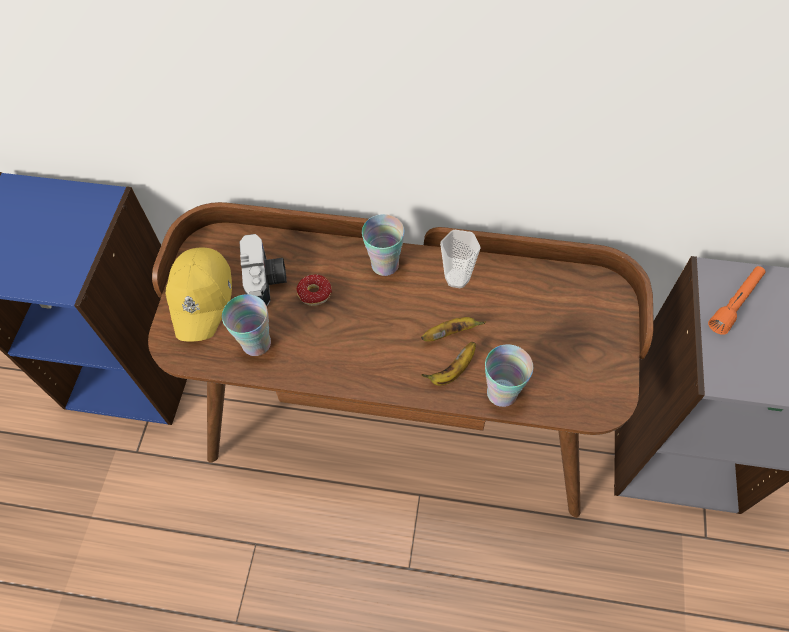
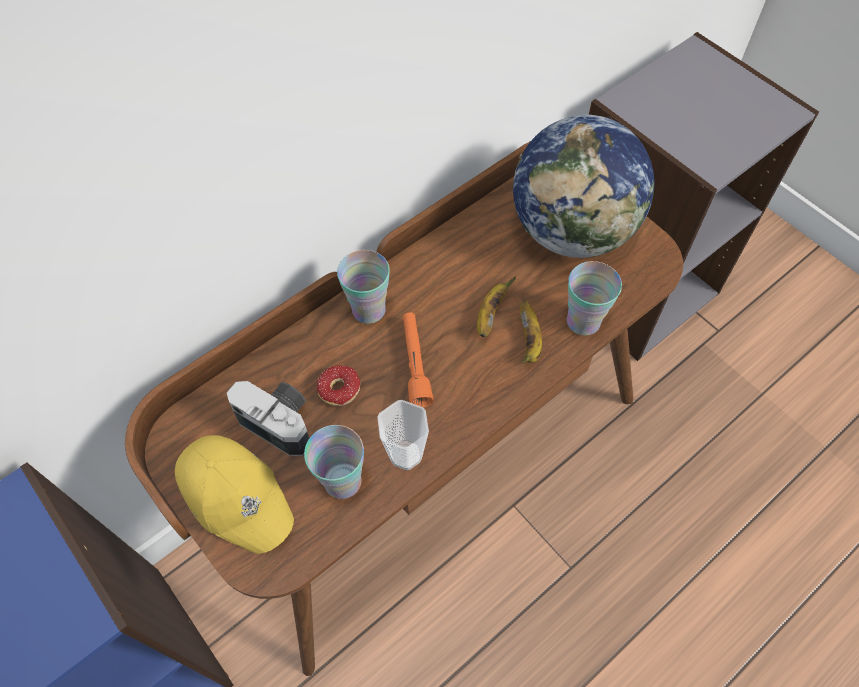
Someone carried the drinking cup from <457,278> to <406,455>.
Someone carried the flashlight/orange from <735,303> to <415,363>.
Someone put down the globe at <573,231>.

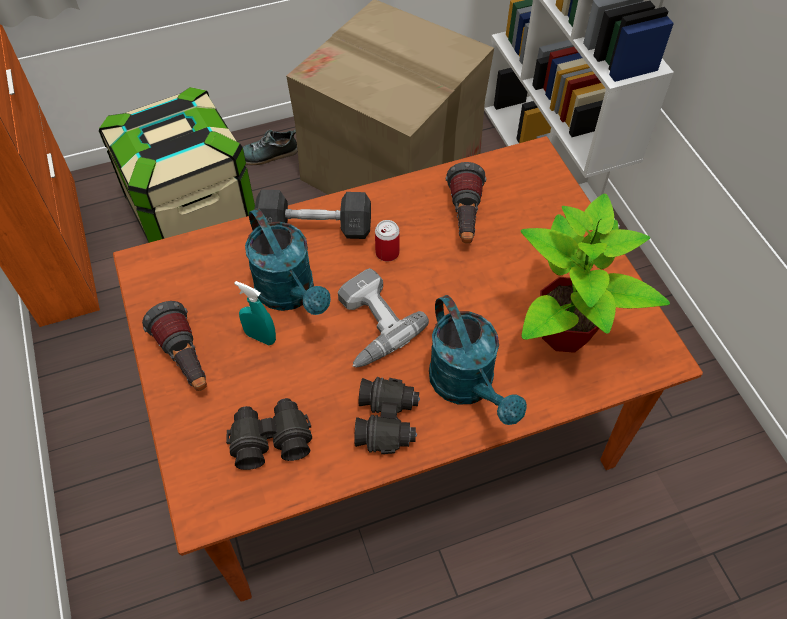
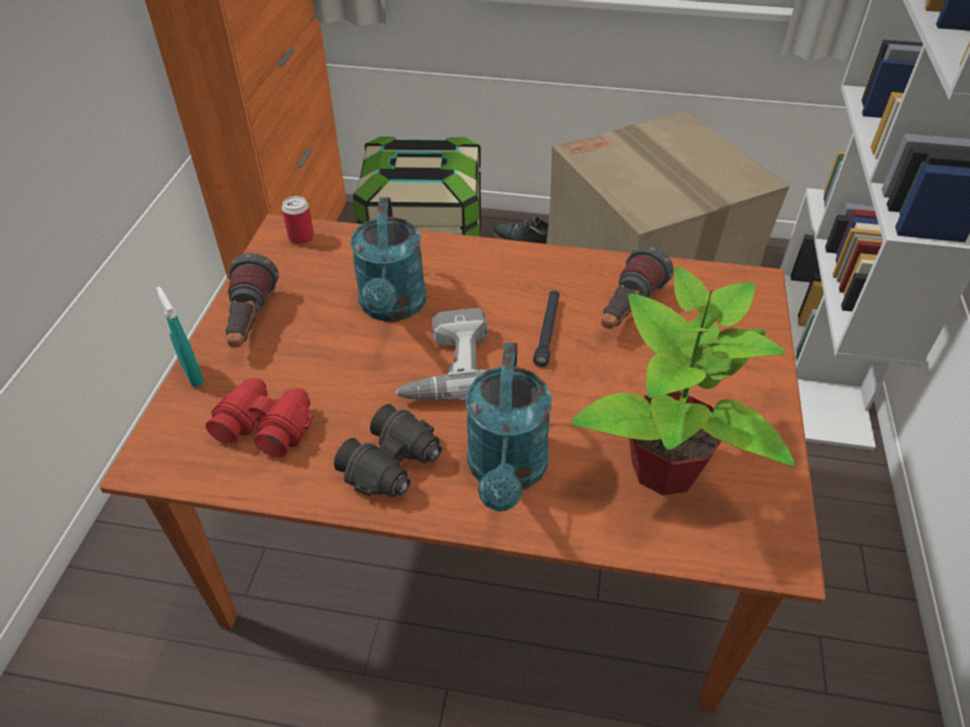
Someone carried the hand sprayer/turquoise-coloured from <260,337> to <193,375>.
Someone repainted the pair of binoculars/black-coloured at <270,439>, which became the pair of binoculars/red at <266,425>.
Someone carried the can from <387,253> to <301,238>.
Someone put down the flashlight/black-coloured at <547,331>.
Someone took away the dumbbell/greyish at <315,228>.

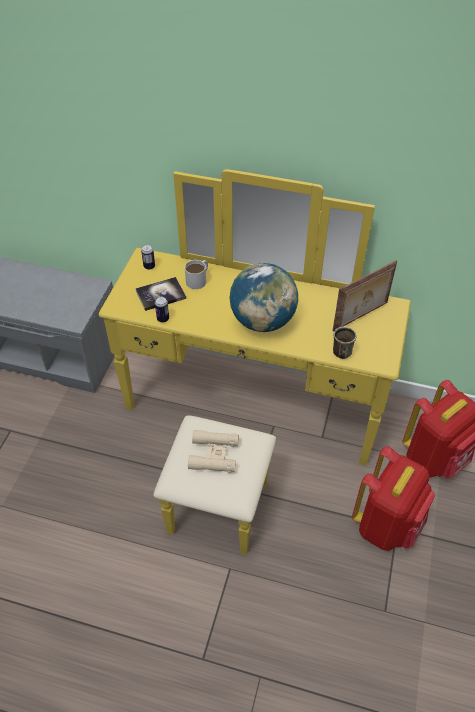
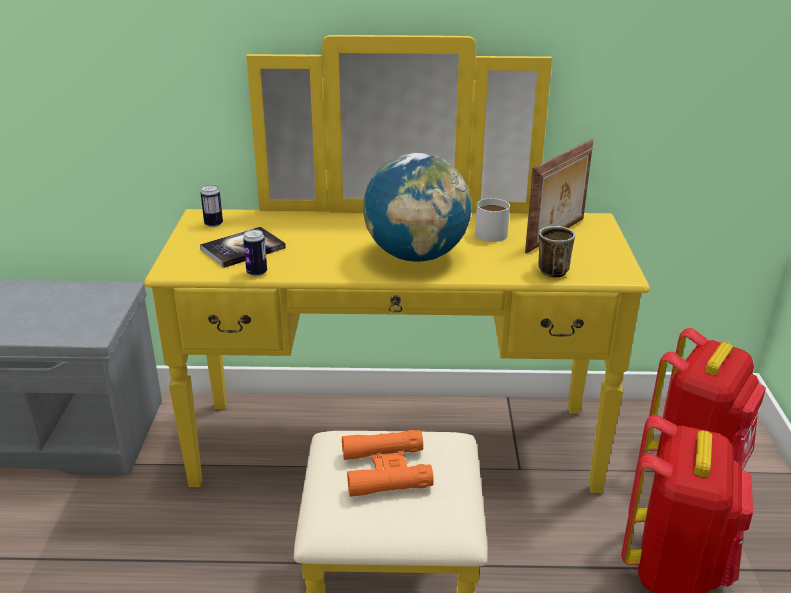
Someone repainted the pair of binoculars/beige at <214,454>, which became the pair of binoculars/orange at <386,470>.
Someone carried the coffee mug/white-coloured from <198,279> to <493,231>.

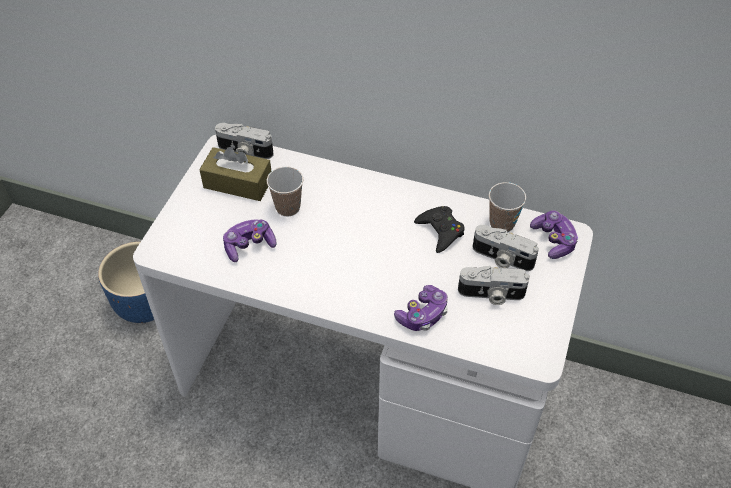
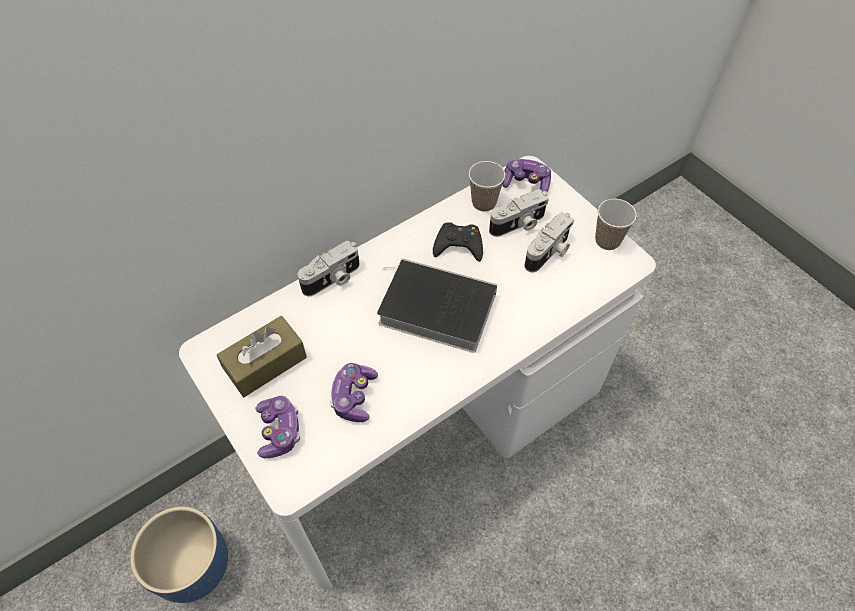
Someone carried the game controller from <423,314> to <279,431>.
Someone carried the photo camera from <244,151> to <333,279>.
Someone put down the book at <433,309>.
Someone carried the drinking cup from <288,207> to <607,240>.

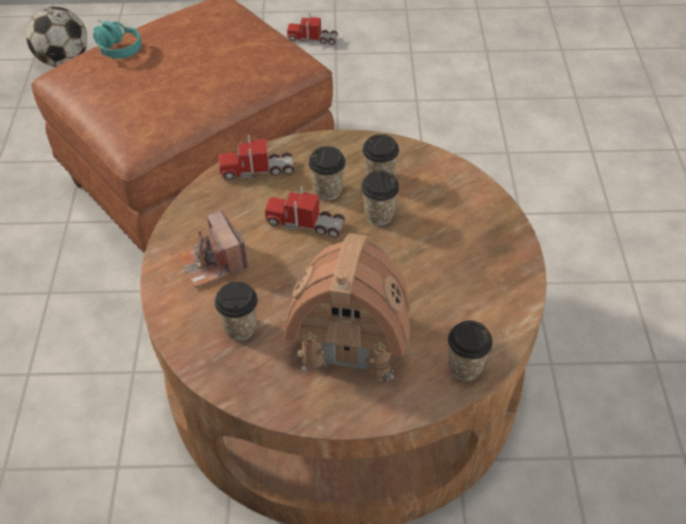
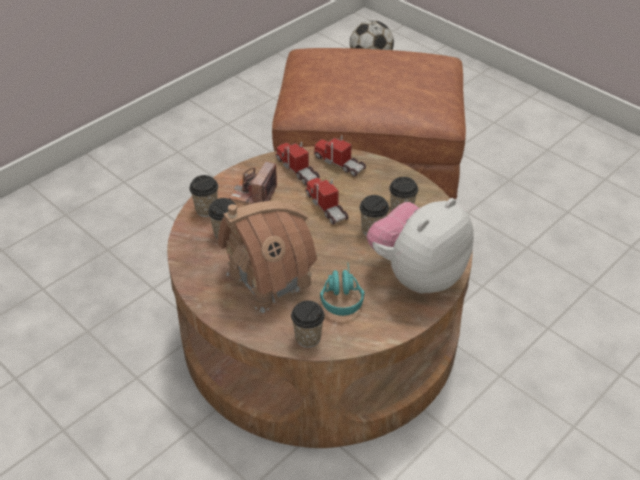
Someone carried the drinking cup from <327,190> to <206,210>.
Someone carried the toy lorry from <312,39> to <297,169>.
Someone carried the headset/turquoise-coloured from <114,46> to <341,294>.
Someone put down the soft toy at <417,275>.

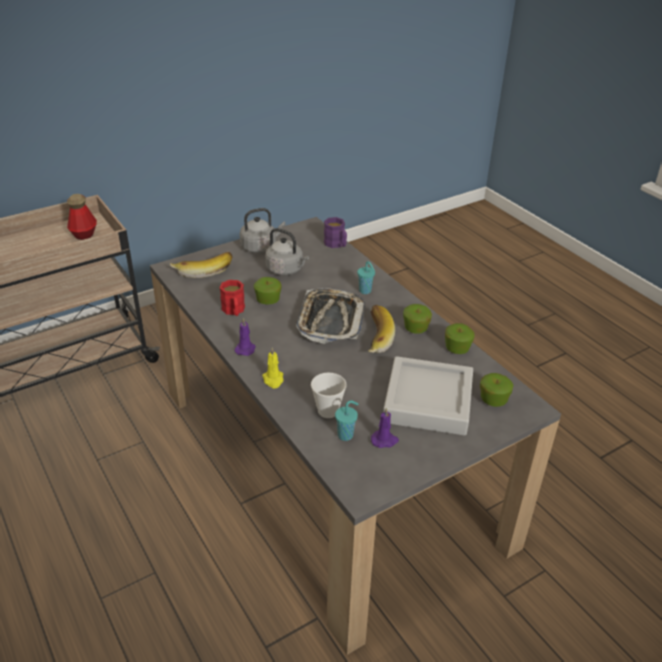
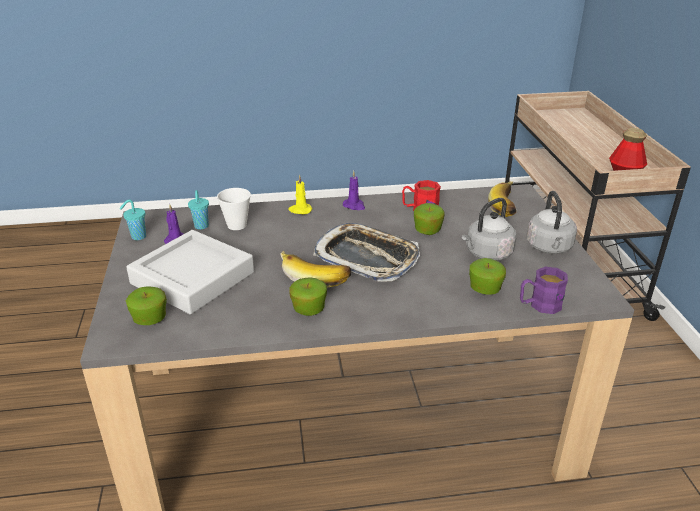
Someone carried the drinking cup/turquoise-coloured from <365,291> to <137,237>.
Someone carried the apple fruit from <457,349> to <485,289>.

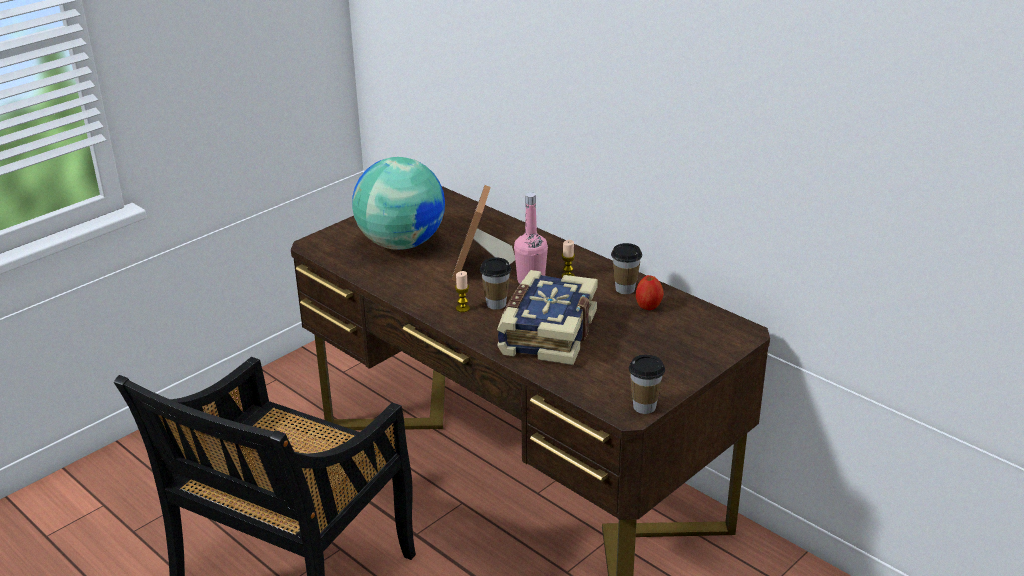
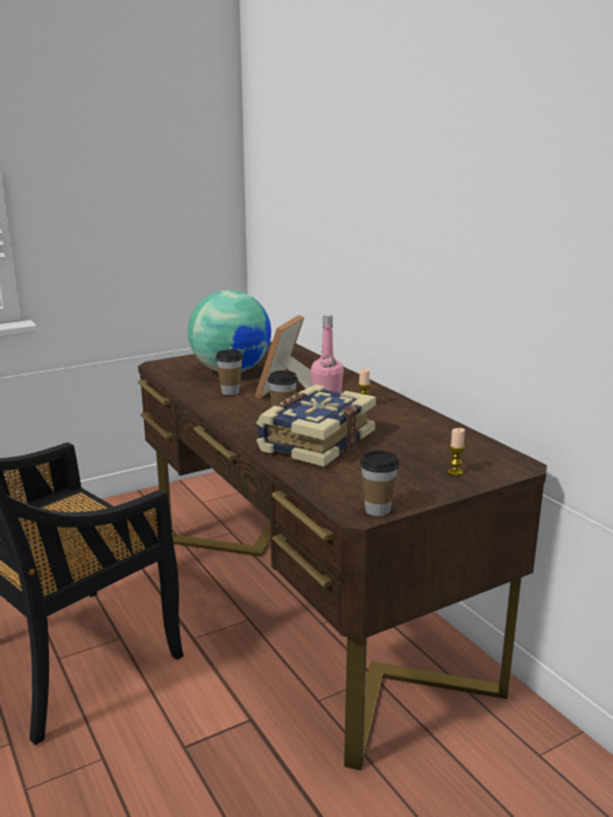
Someone carried the drinking cup from <625,289> to <230,392>.
Someone carried the candle from <462,308> to <455,472>.
Someone took away the apple fruit at <648,306>.

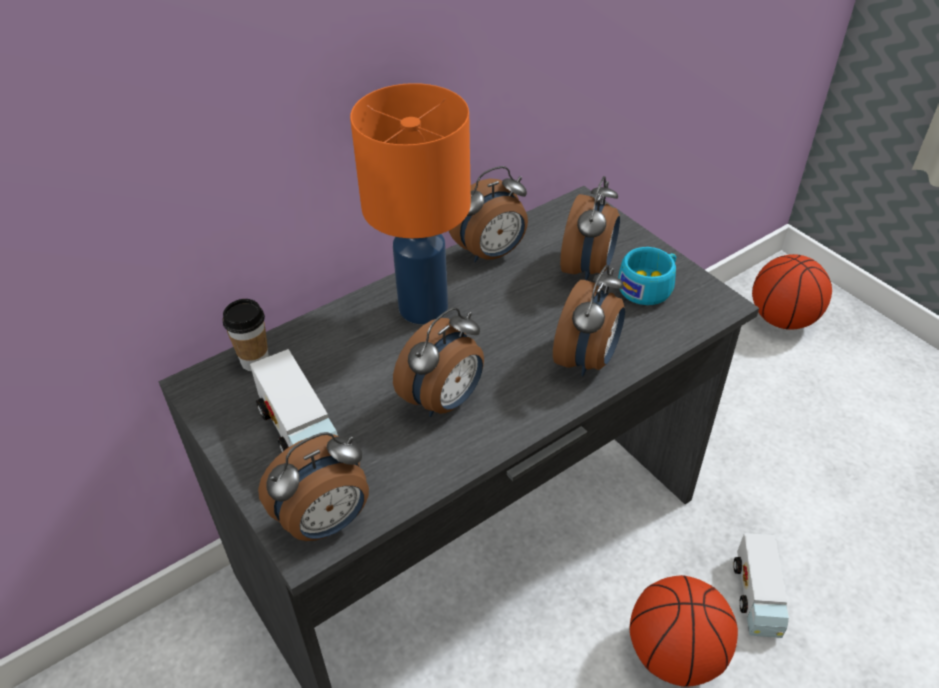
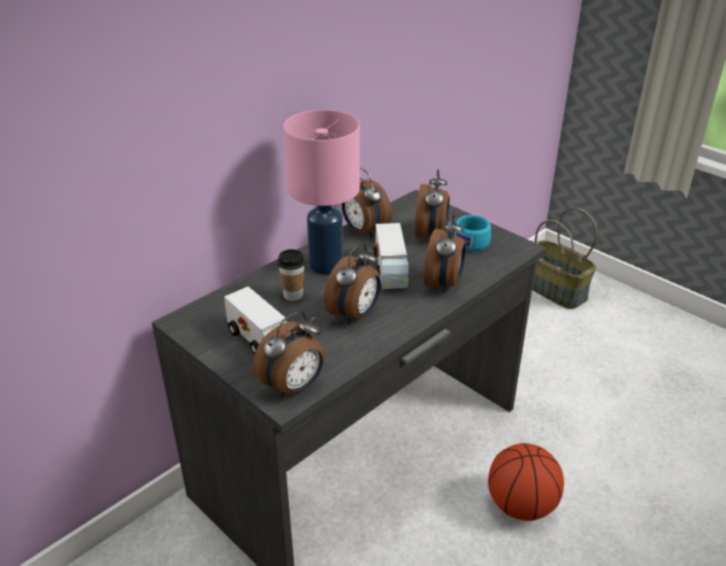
Someone carried the drinking cup from <255,361> to <293,295>.
Someone repainted the tabletop lamp/orange at <421,308>, which became the tabletop lamp/pink at <325,265>.
Someone rotated the table clock at <491,253> by 90 degrees clockwise.
Someone carried the toy lorry from <757,596> to <391,271>.
Someone swapped the basketball at <782,319> for the storage basket at <553,290>.

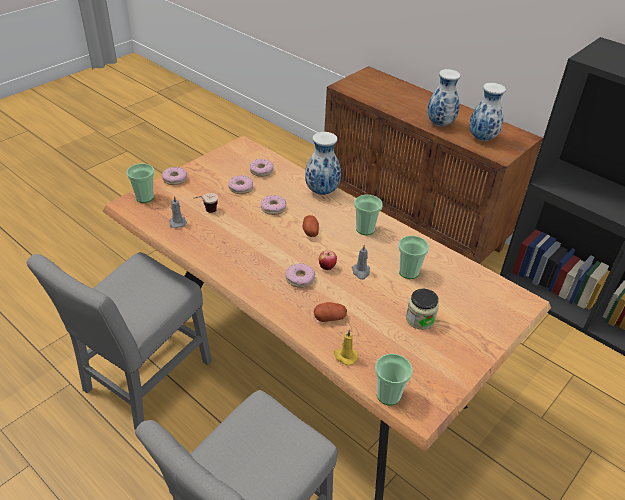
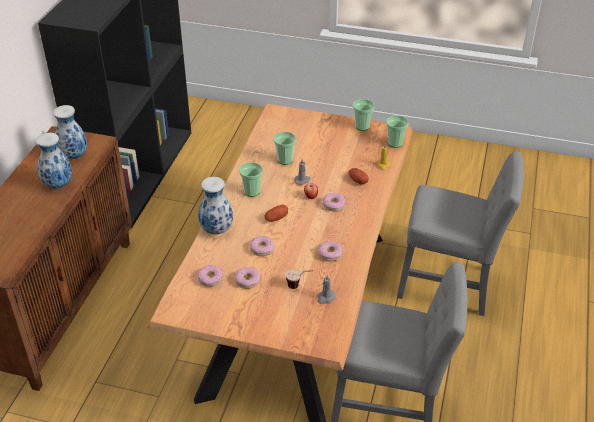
Someone carried the donut from <175,179> to <330,254>.
Someone carried the drinking cup from <144,197> to <362,126>.
Someone took away the storage jar at <420,319>.

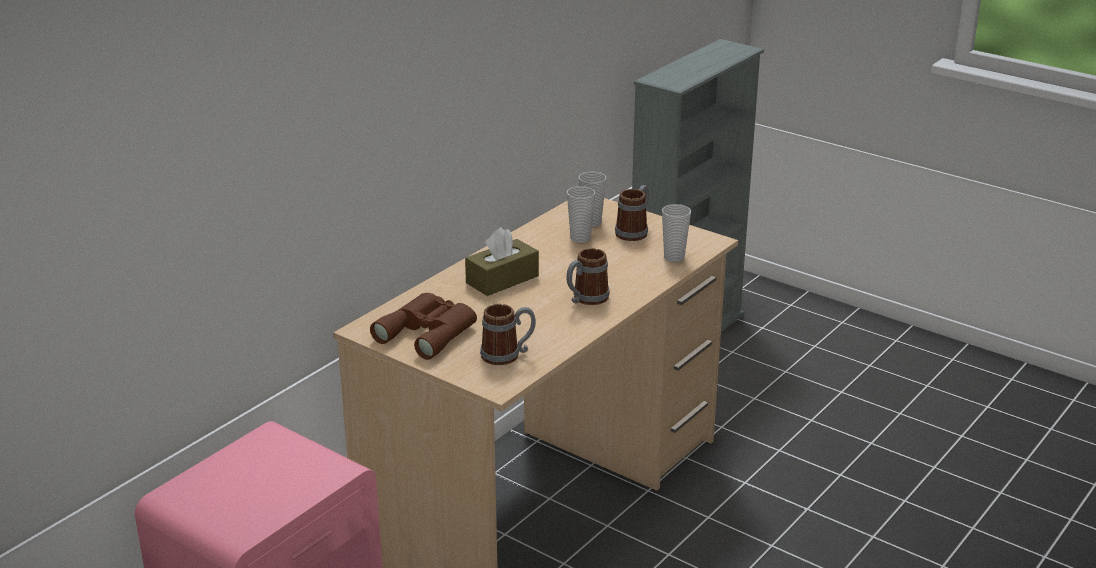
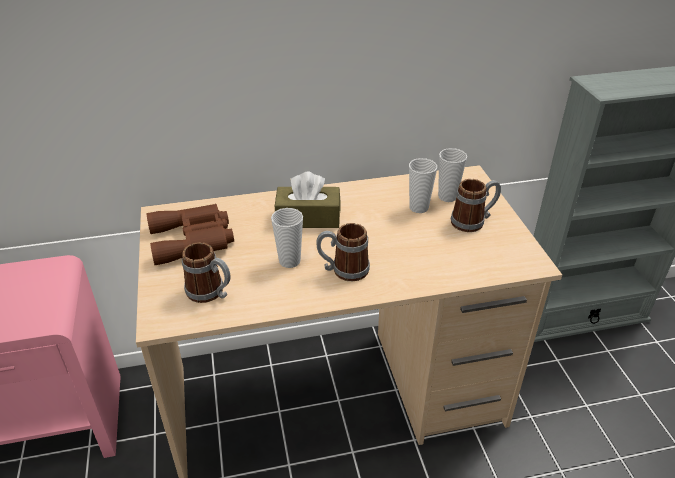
Someone carried the drinking cup from <674,257> to <289,261>.

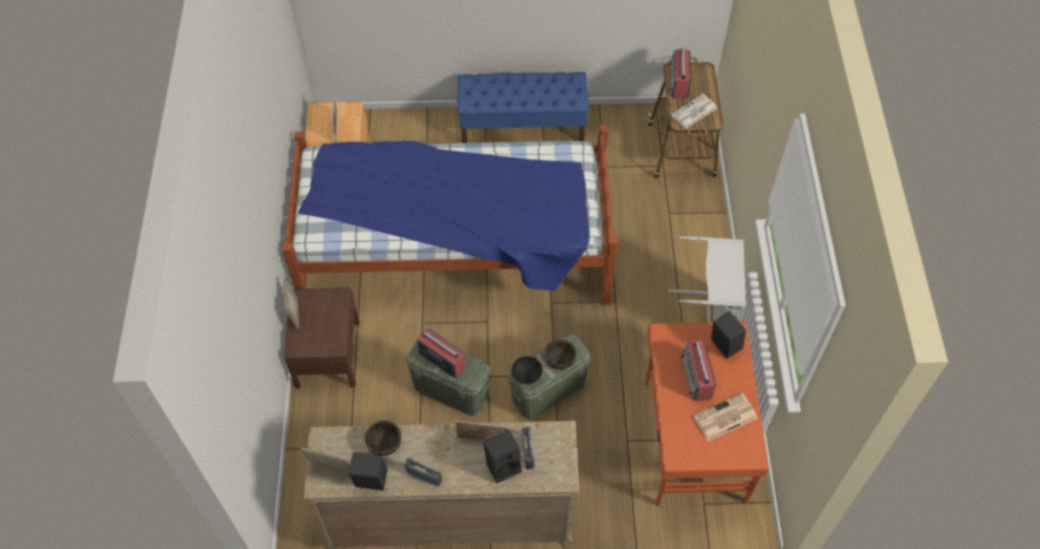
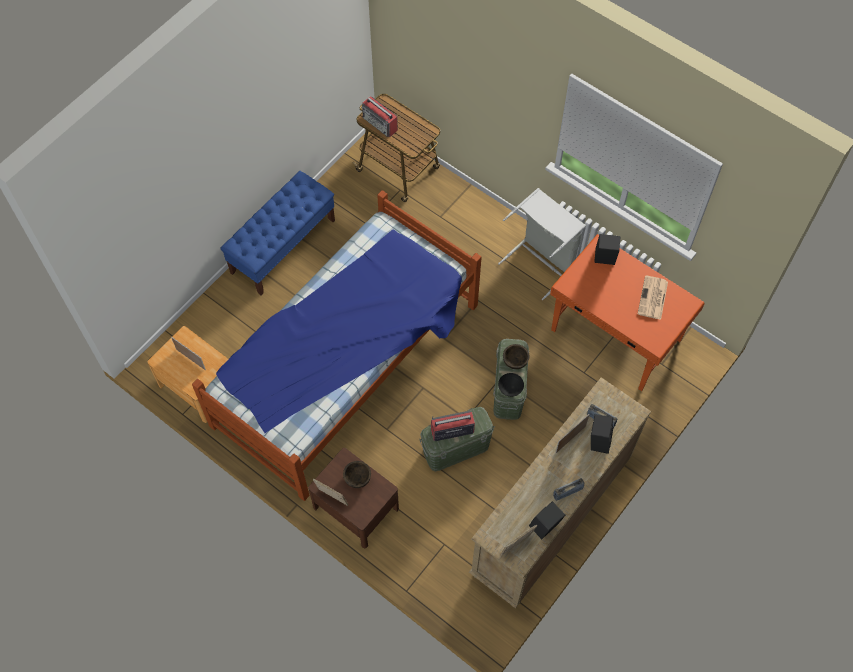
Someone carried the serving bowl/brown from <385,444> to <357,478>.
Someone took away the printed paper at <693,112>.
Someone took away the radio at <696,378>.

